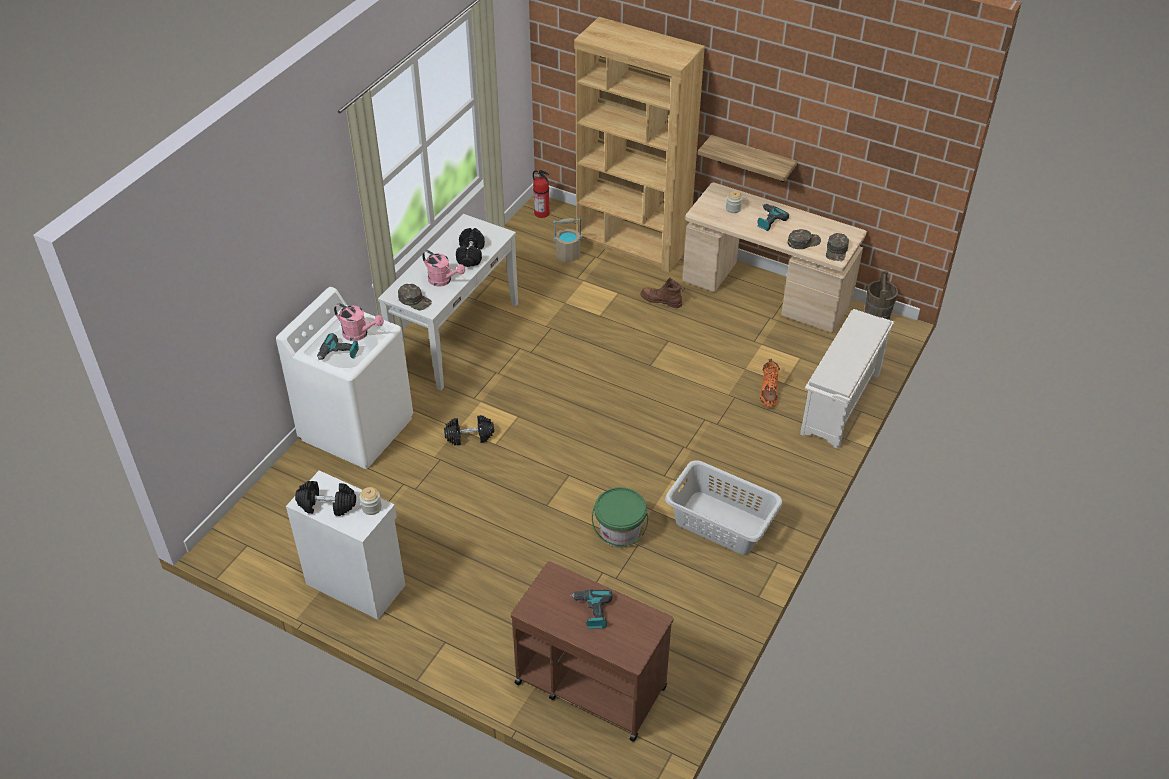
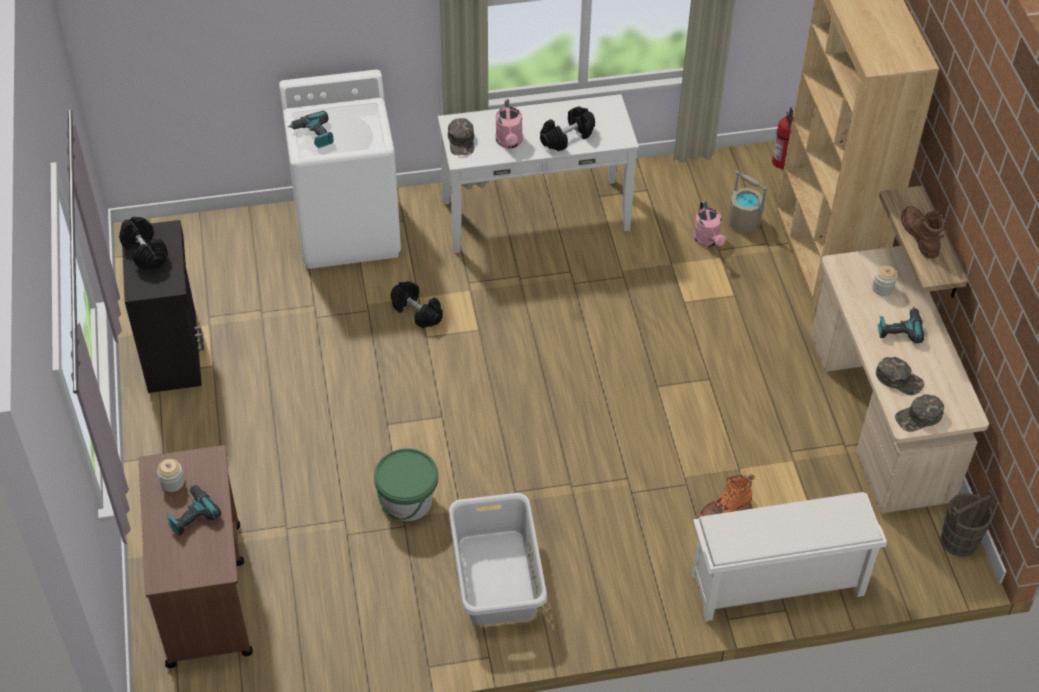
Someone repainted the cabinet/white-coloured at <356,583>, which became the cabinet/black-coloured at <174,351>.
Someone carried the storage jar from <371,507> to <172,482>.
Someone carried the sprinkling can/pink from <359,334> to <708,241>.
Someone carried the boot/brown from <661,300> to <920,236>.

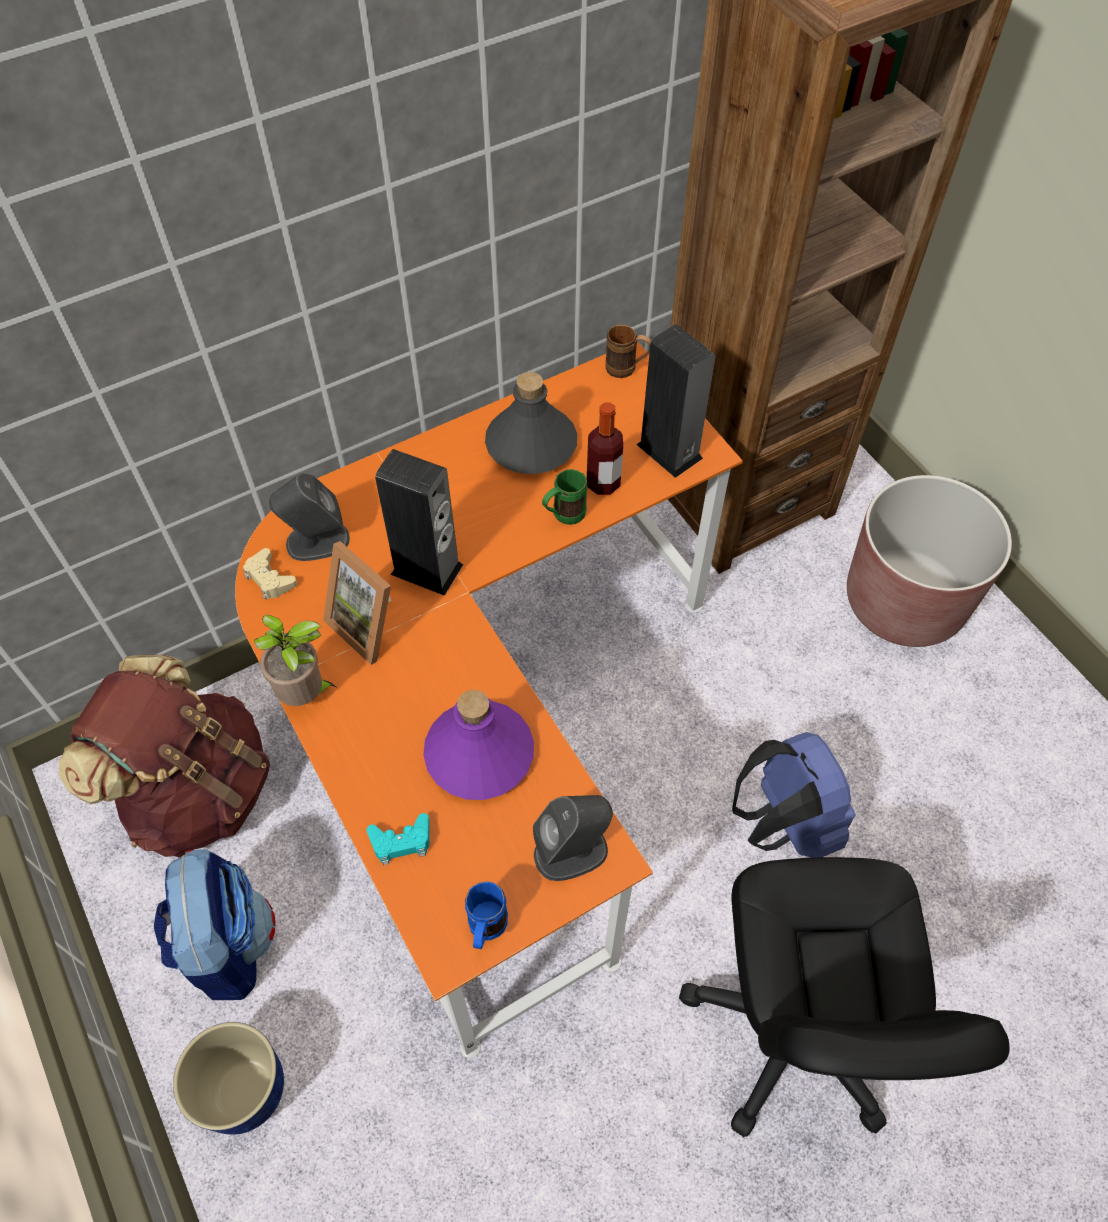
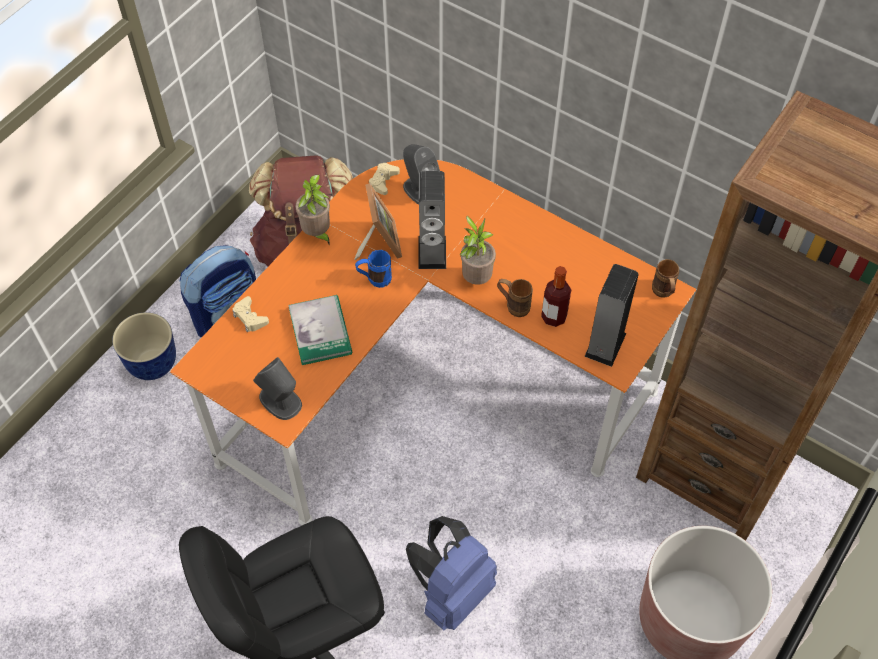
Someone repainted the game controller/turquoise-coloured at <401,842>, which became the game controller/beige at <250,317>.
Someone swapped the bottle/purplish at <480,754> for the book at <320,331>.
Someone rotated the standing frame at <370,624> by 150 degrees clockwise.
Someone carried the coffee mug/blue-coloured from <485,931> to <374,280>.
Someone put down the houseplant at <476,278>.
Someone repainted the coffee mug/green at <563,516>, which became the coffee mug/brown at <513,305>.
Someone took away the bottle/greyish at <532,445>.

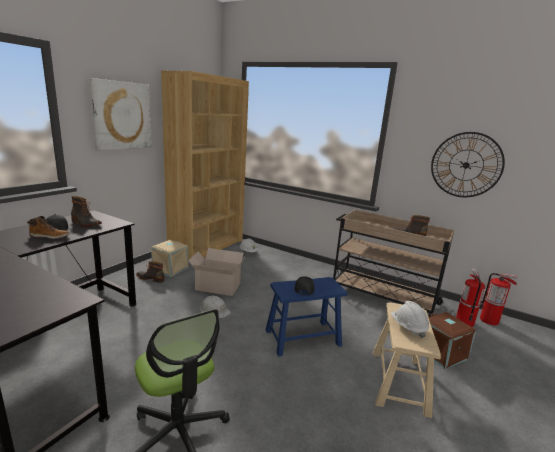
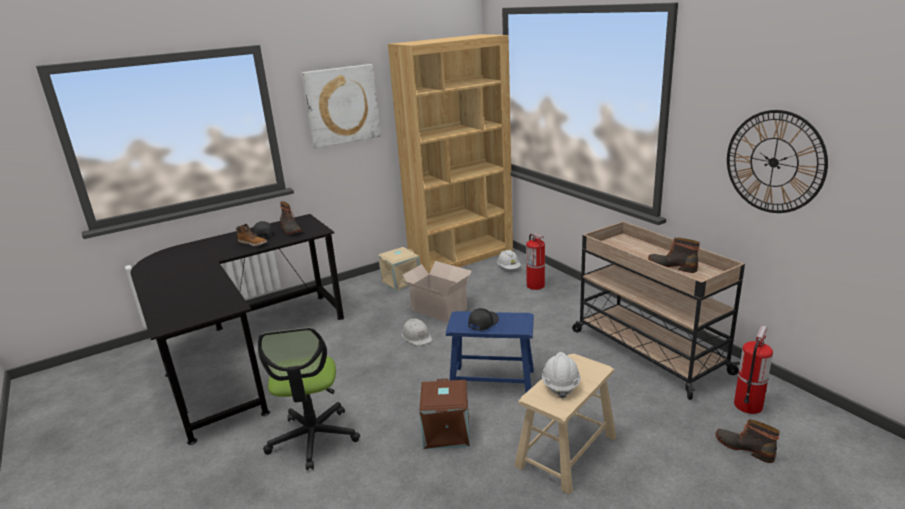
Someone carried the storage box/brown from <442,353> to <447,432>.
Someone carried the fire extinguisher from <489,320> to <535,286>.
Someone carried the boot from <151,278> to <744,447>.

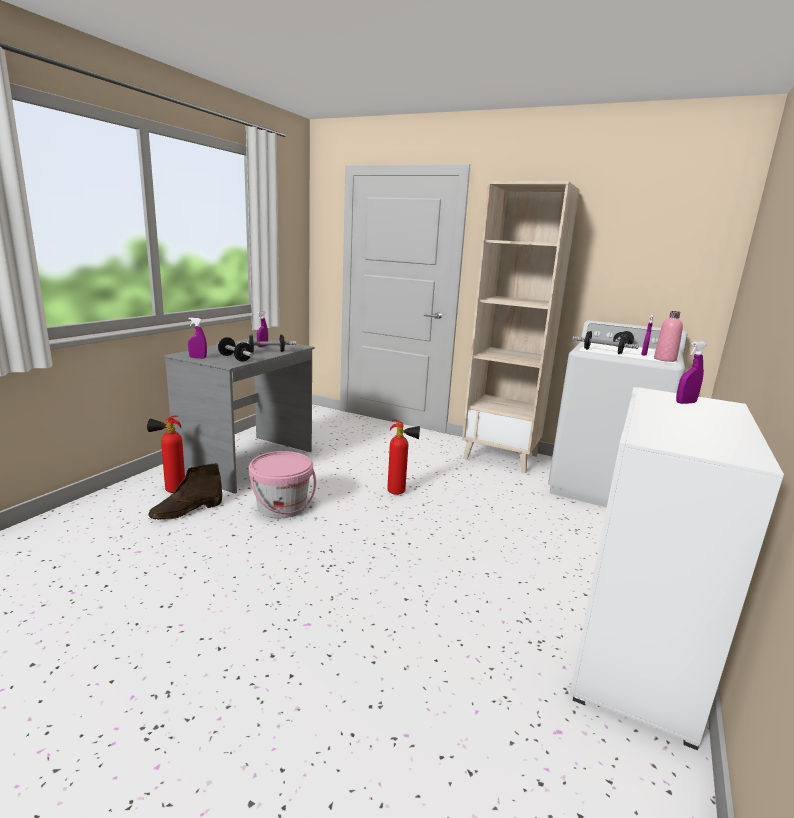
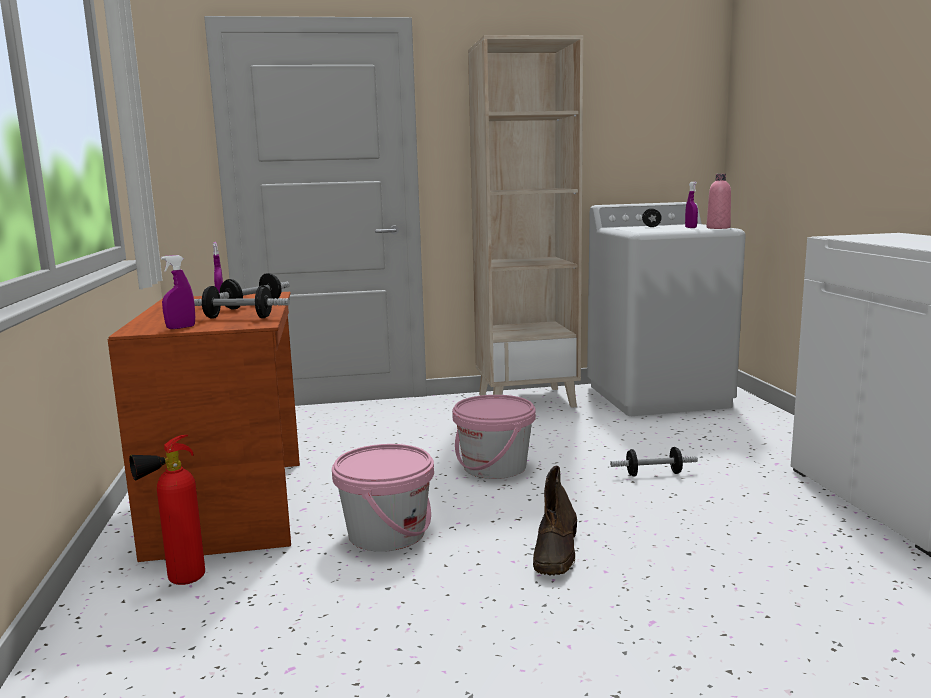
Someone repainted the desk table/greyish at <248,462>, which became the desk table/brown at <232,506>.
Someone swapped the fire extinguisher at <400,493> for the pail/pink at <494,467>.
Someone carried the boot/brown from <186,510> to <556,552>.
Someone carried the dumbbell from <602,351> to <653,474>.
Someone took away the hand sprayer/purplish at <685,402>.

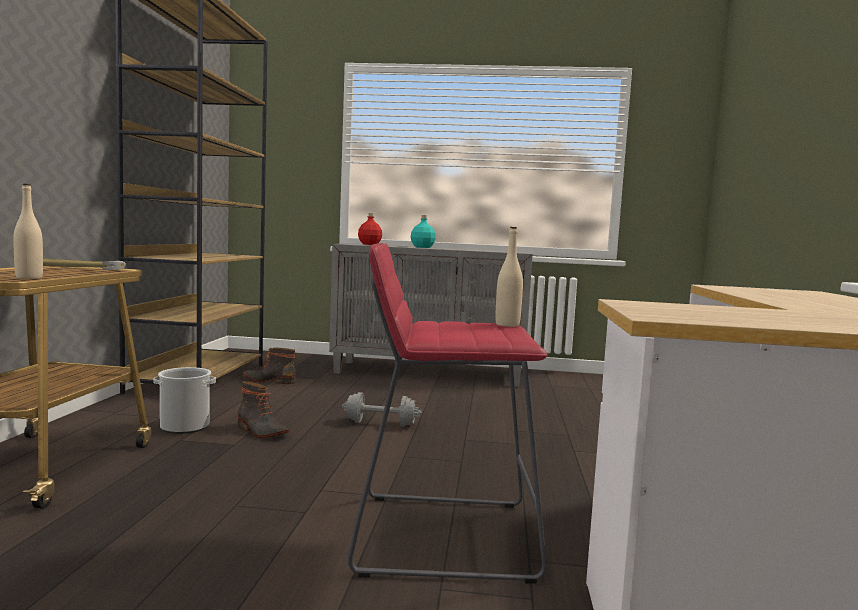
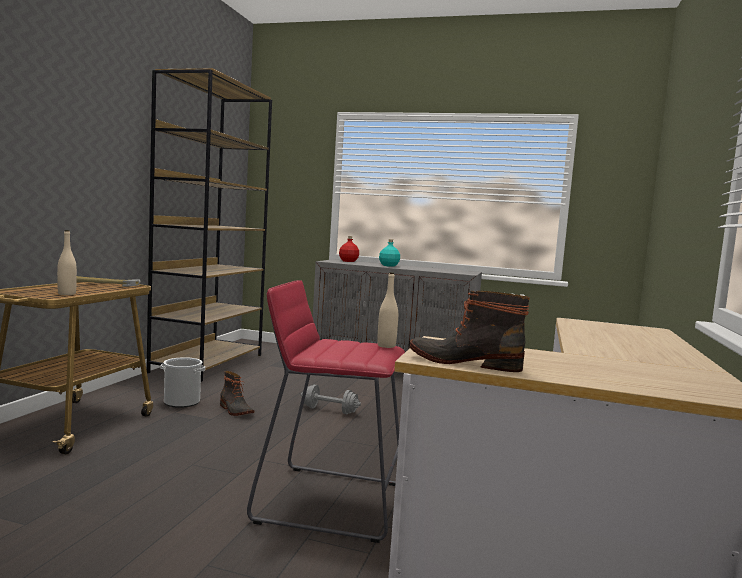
Someone carried the boot from <270,380> to <465,362>.

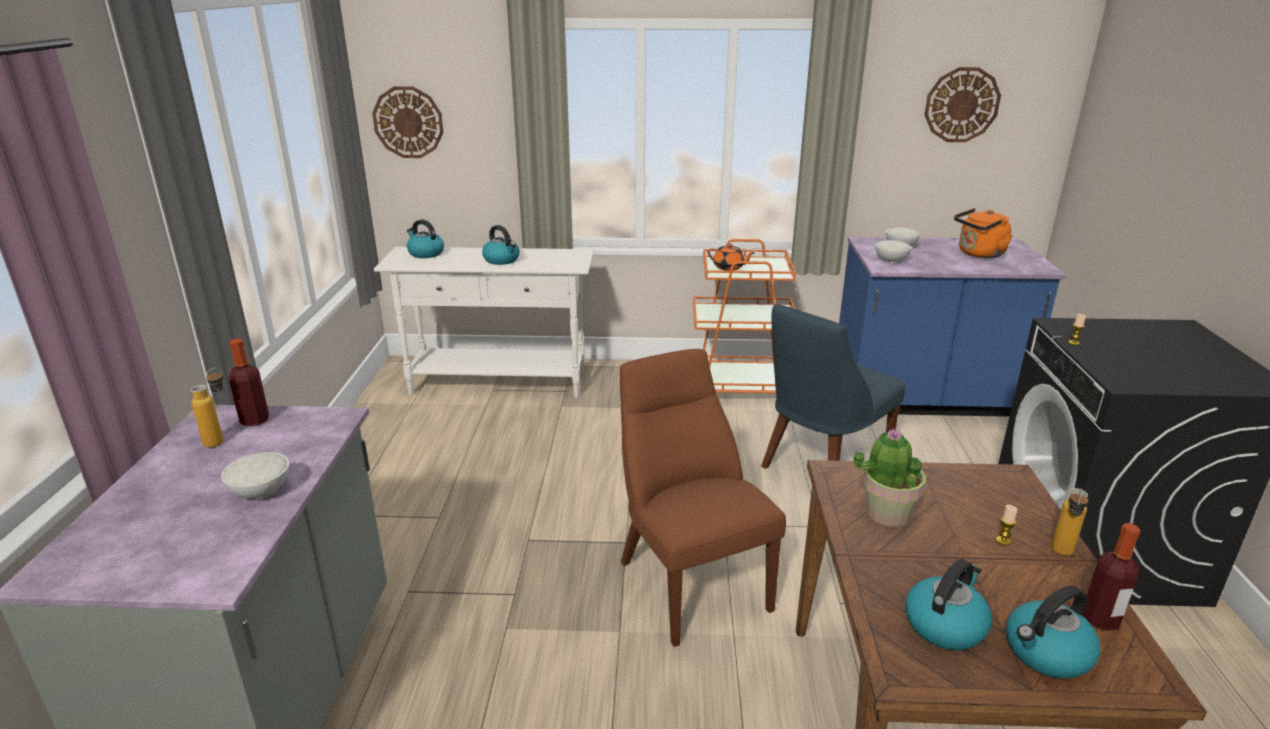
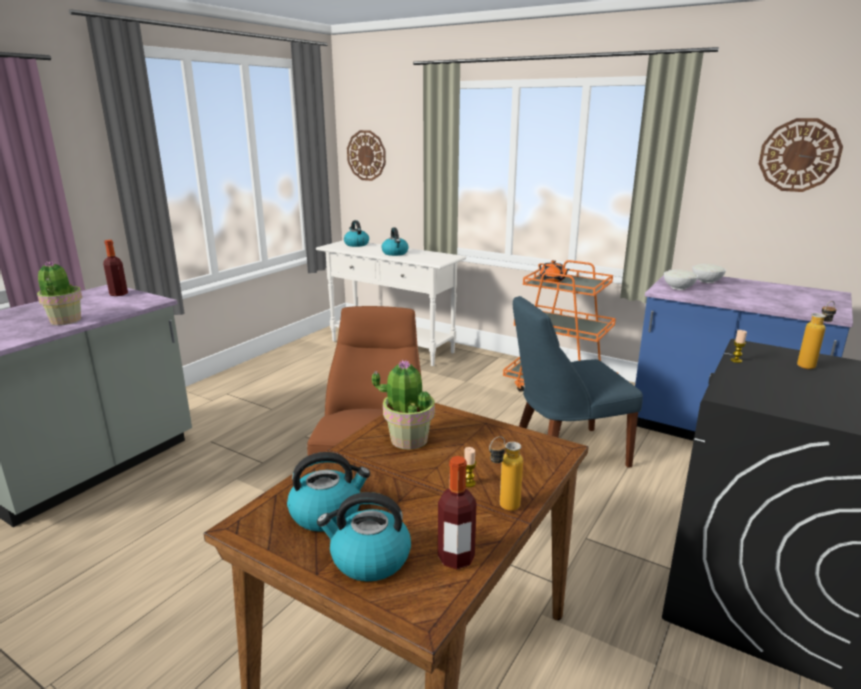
Someone swapped the serving bowl/white-coloured at <260,491> for the houseplant at <65,321>.
Someone carried the bottle from <221,439> to <810,365>.
Someone took away the water kettle/orange at <979,254>.

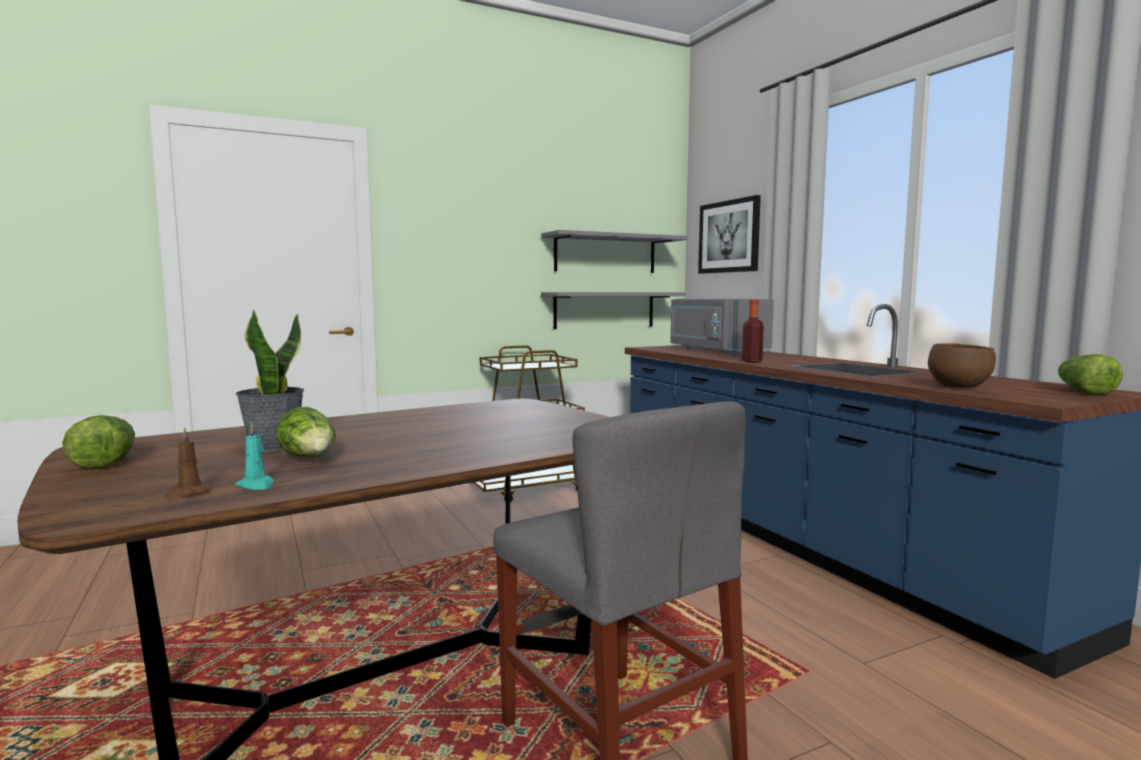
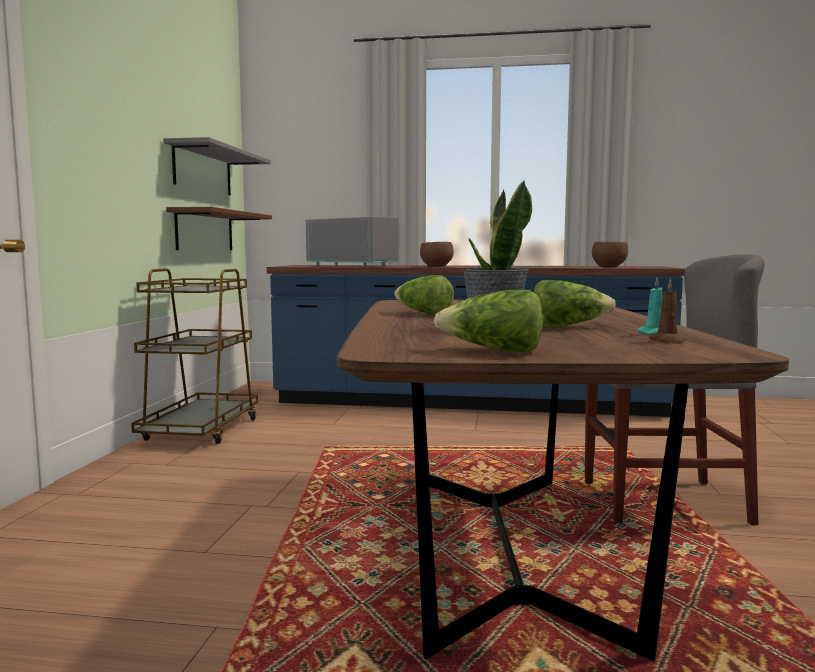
Someone repainted the bracket shelf/greyish at <604,310>, which became the bracket shelf/brown at <205,231>.
Someone rotated the microwave/greyish at <715,351> by 150 degrees counterclockwise.
Someone carried the lettuce head from <1083,392> to <422,313>.
Someone swapped the bottle at <751,361> for the serving bowl/brown at <435,266>.
Someone took away the wall art at <729,236>.

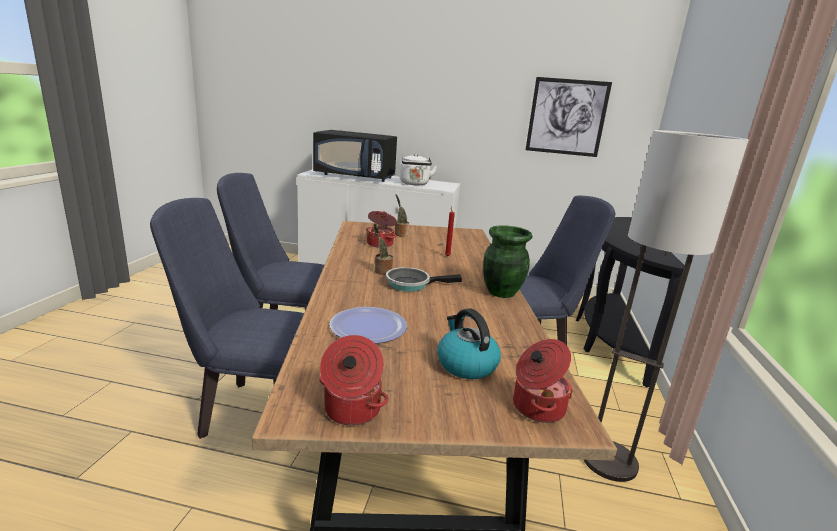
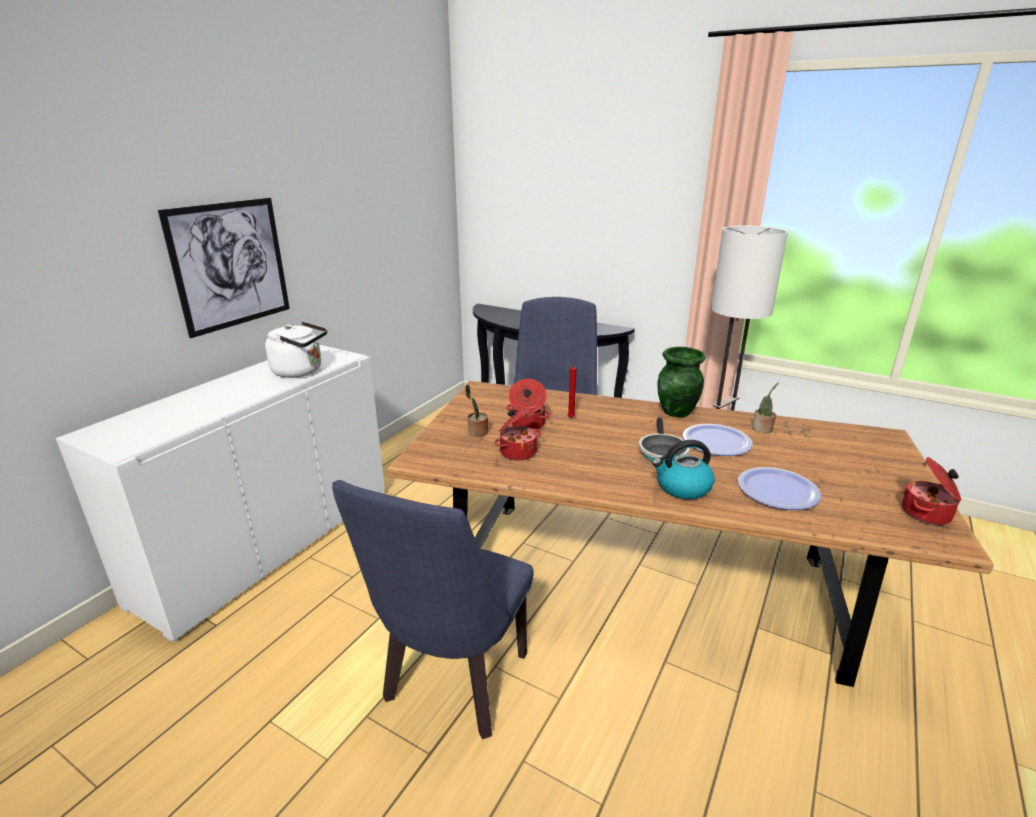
Someone carried the wall art from <567,117> to <230,265>.
Someone carried the saucepot from <536,407> to <527,425>.
Someone carried the water kettle from <465,364> to <682,487>.
Someone put down the dinner plate at <716,441>.
Someone carried the houseplant from <382,271> to <762,429>.
Someone took away the plain chair/blue-coloured at <248,411>.
Someone took away the microwave/black-coloured at <355,176>.

